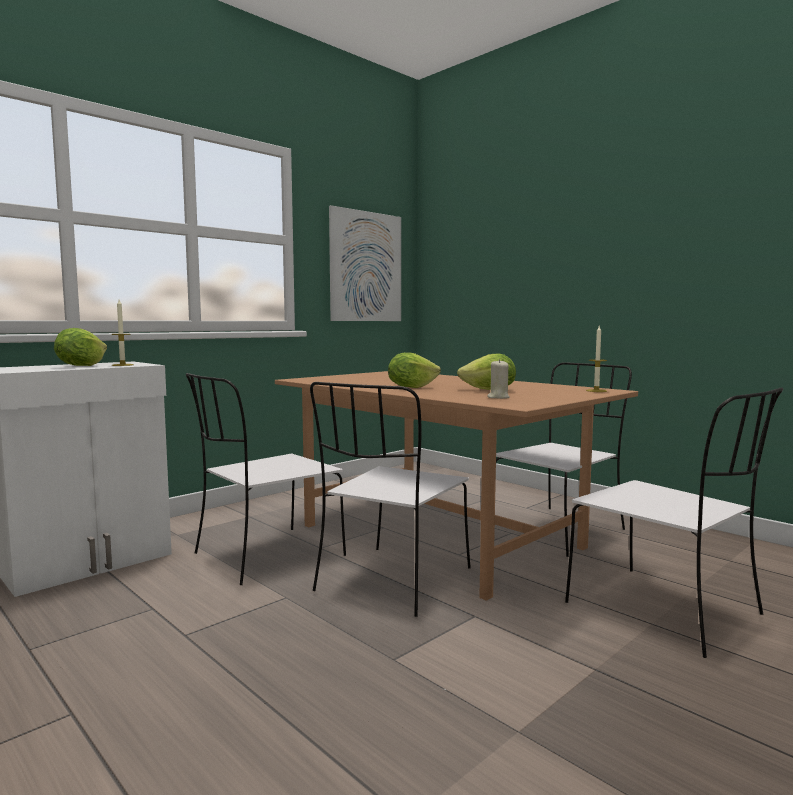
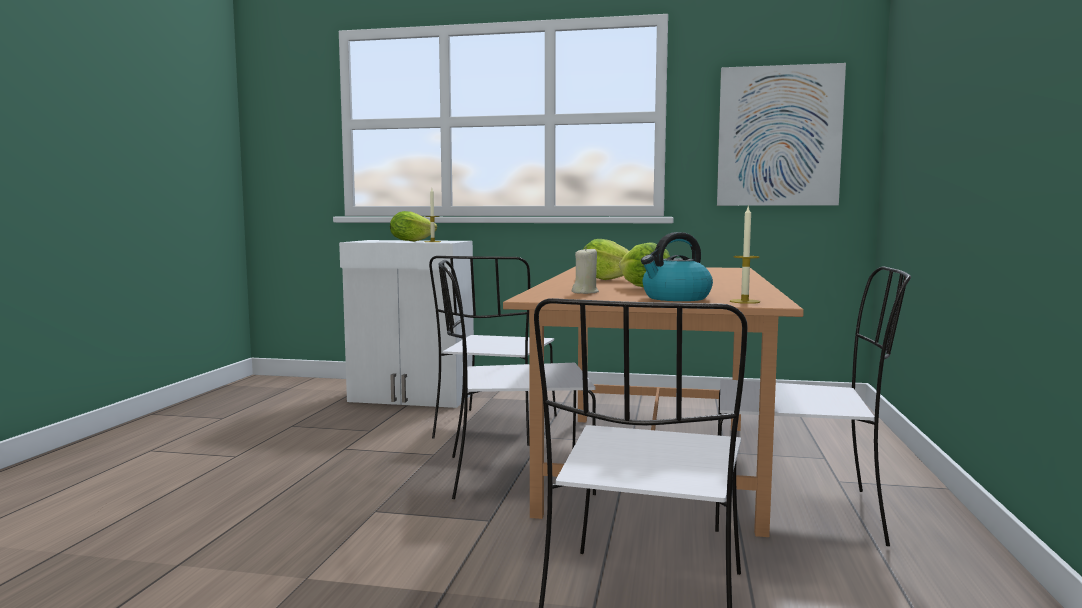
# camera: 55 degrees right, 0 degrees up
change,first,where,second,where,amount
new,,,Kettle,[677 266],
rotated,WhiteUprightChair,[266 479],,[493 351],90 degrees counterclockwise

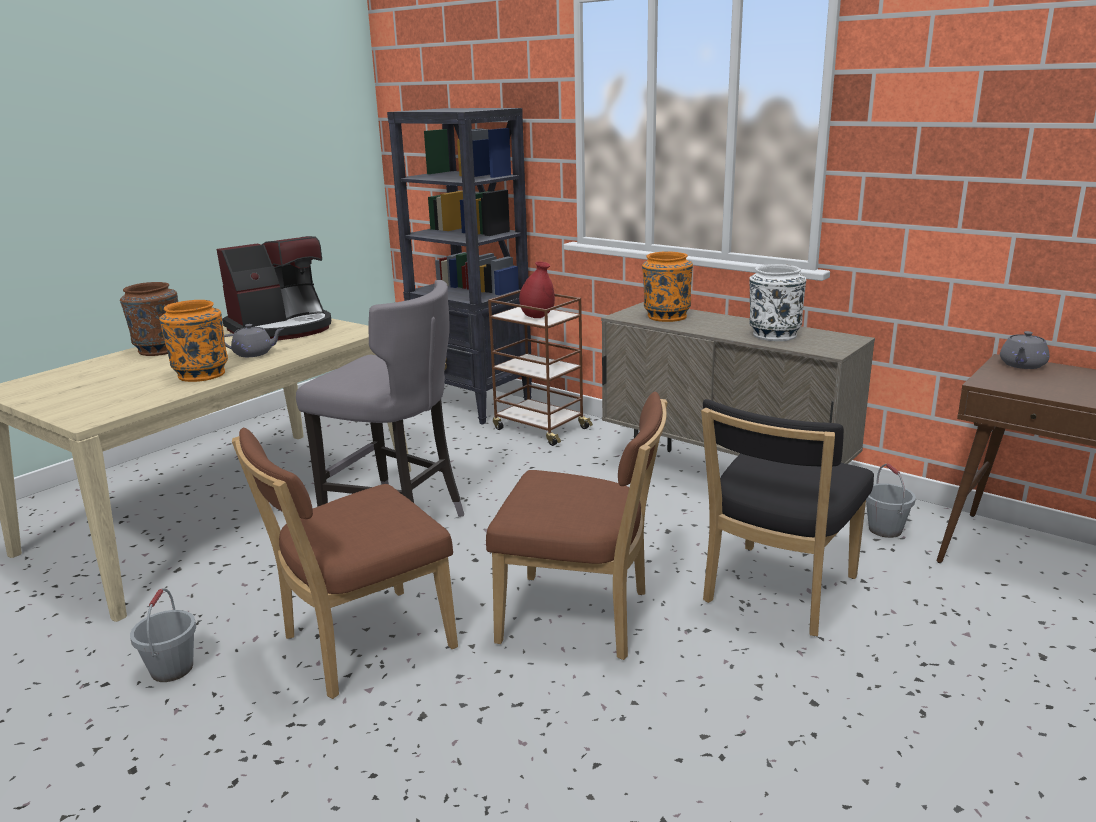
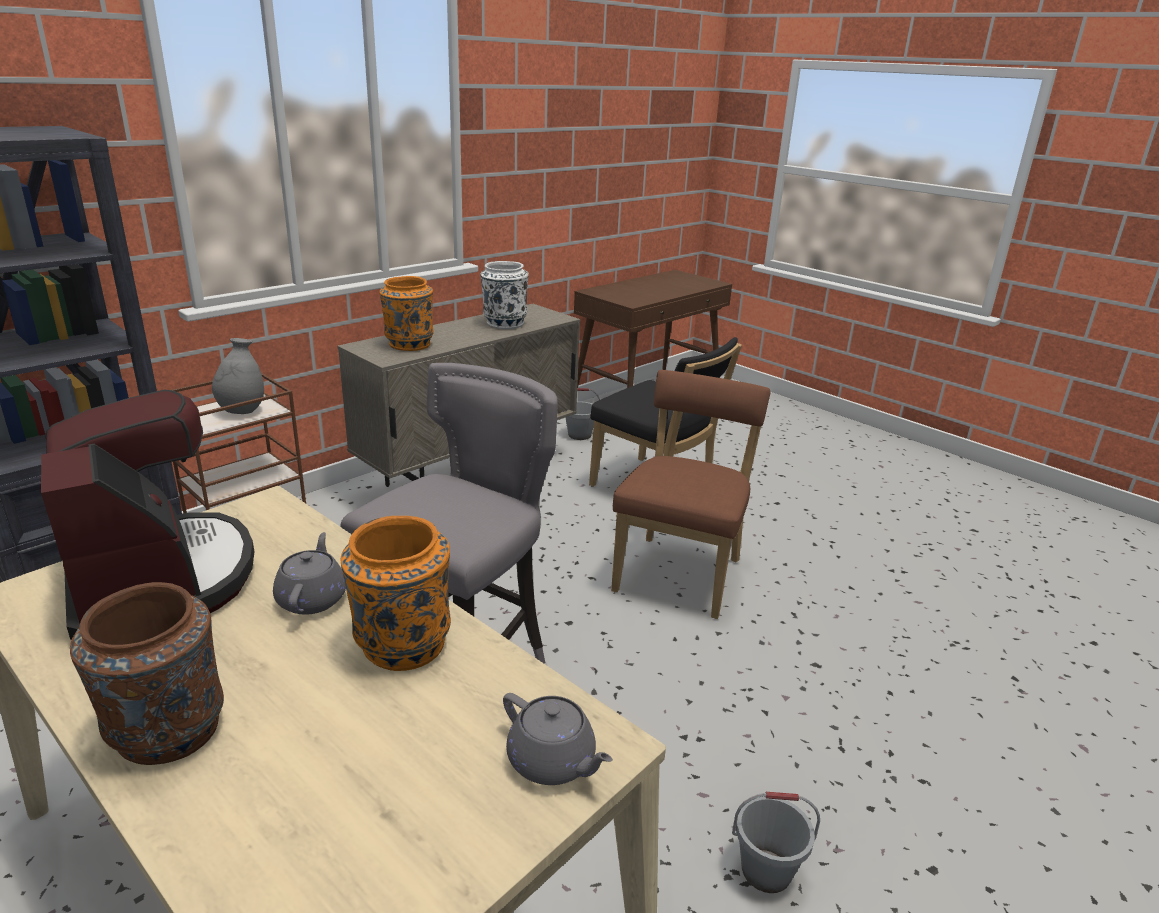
# camera: 85 degrees left, 5 degrees up
change,first,where,second,where,amount
gone,BrownColouredUprightChair,[345 563],,,
shifted,GrayTeapot,[1025 350],,[558 739],
repainted,RedColouredDecorativeVase,[537 289],GrayDecorativeVase,[238 376],

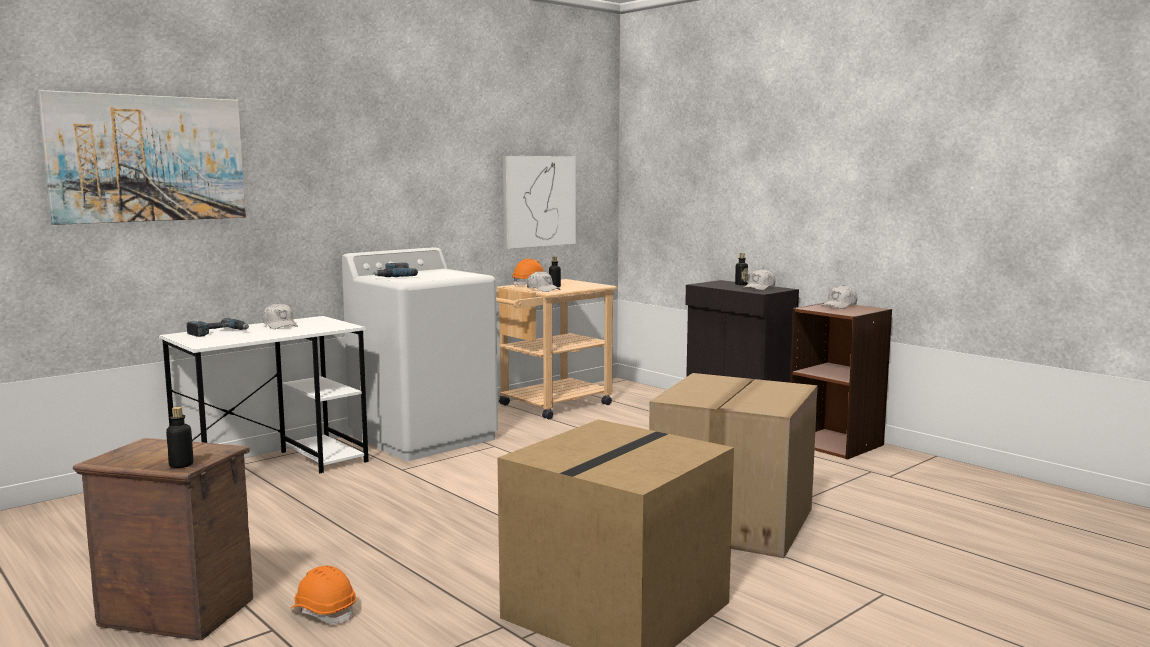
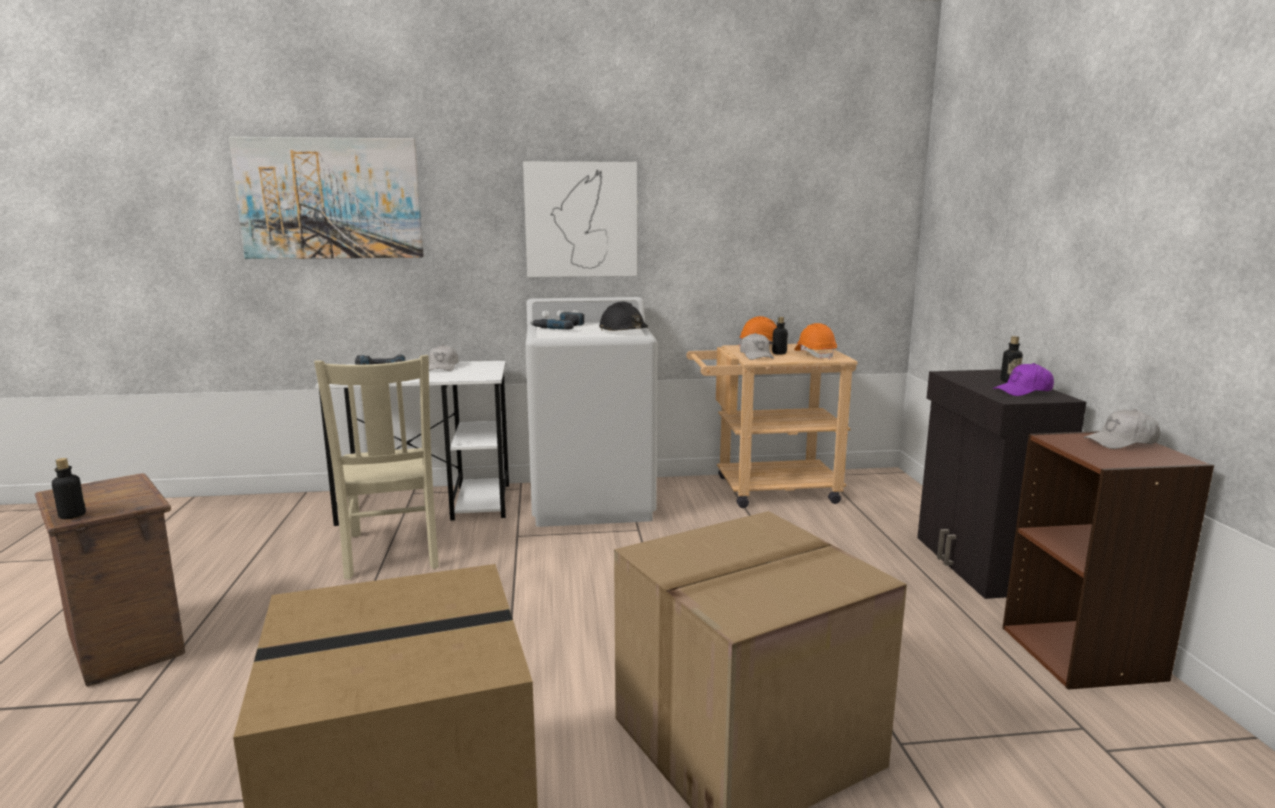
# camera: 35 degrees right, 5 degrees up
change,first,where,second,where,amount
new,,,SandColouredUprightChair,[376 467],
new,,,BlackishSafetyHelmet,[623 316],
shifted,OrangeColouredSafetyHelmet,[323 595],,[815 341],
shifted,WallPicture,[539 202],,[580 219],
repainted,WhiteCap,[759 279],PurplishCap,[1023 379],

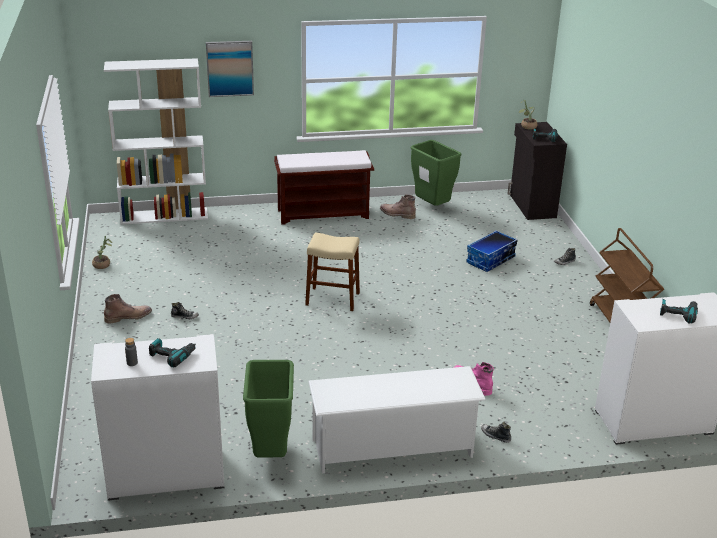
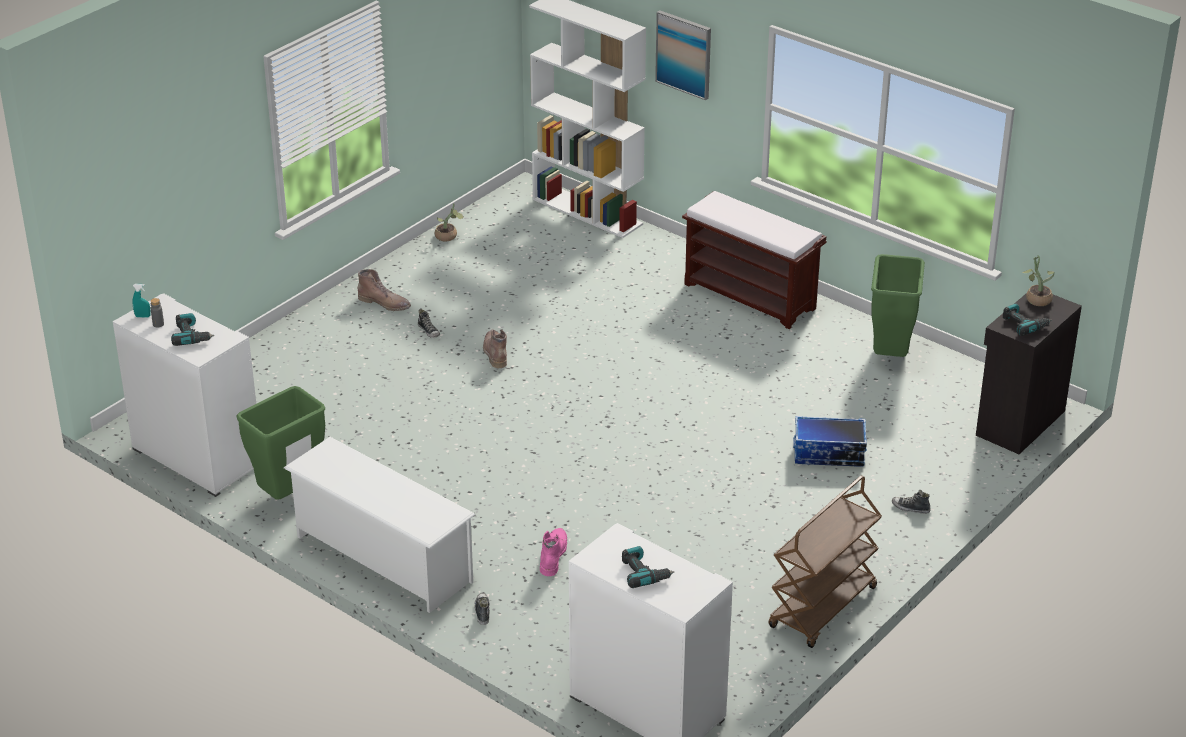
# camera: 50 degrees right, 5 degrees up
change,first,where,second,where,amount
gone,SandColouredStoolSeat,[332 271],,,
new,,,TurquoiseColouredSprayer,[141 301],
shifted,BrownColouredBoot,[398 207],,[495 349],

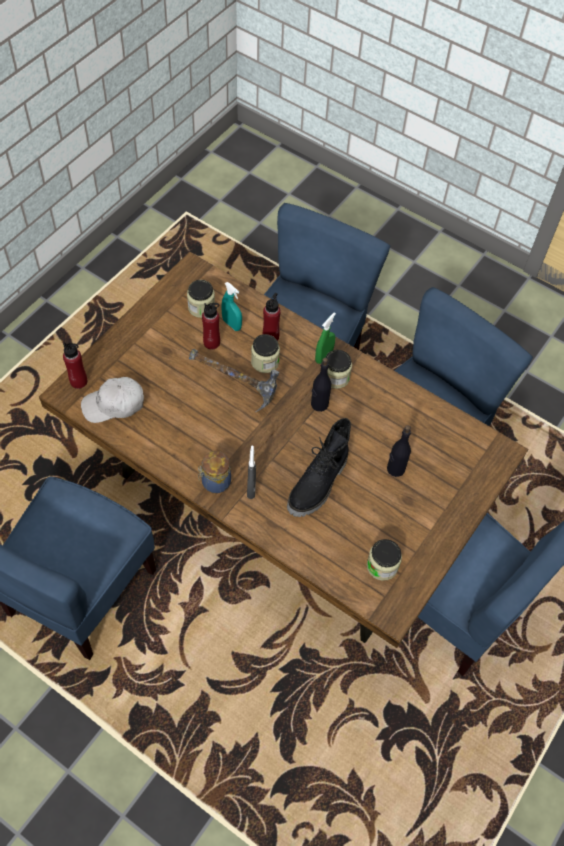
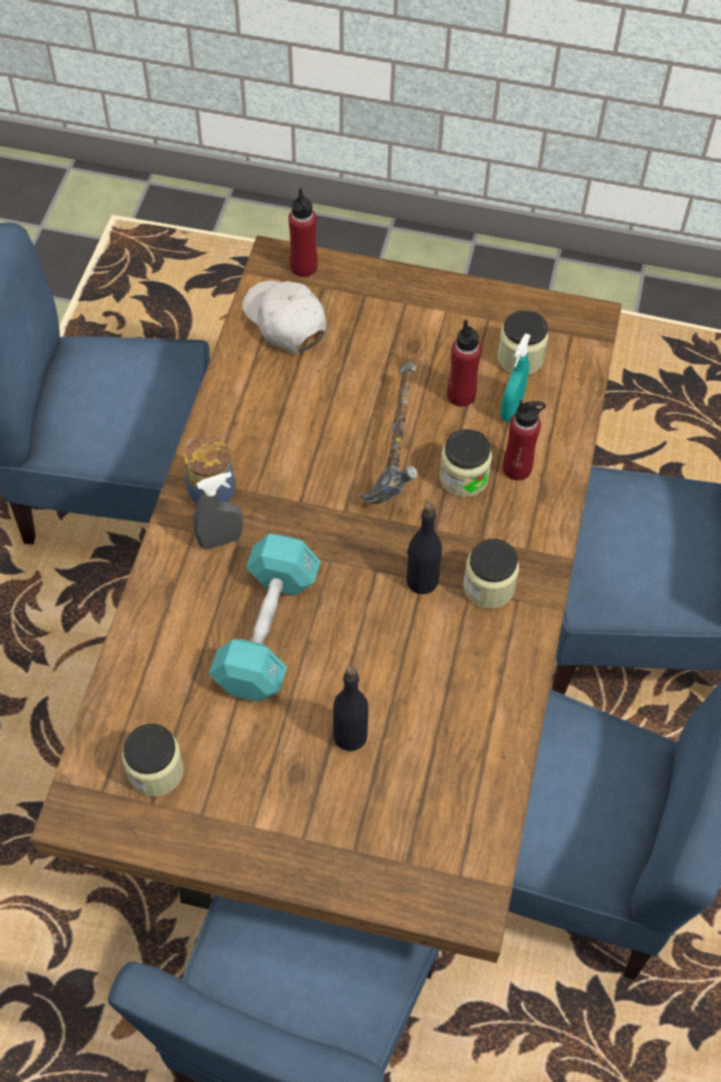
# camera: 70 degrees right, 0 degrees up
change,first,where,second,where,amount
gone,GreenishSprayer,[325 338],,,
swapped,BlackishBoot,[319 467],TurquoiseColouredHandWeight,[265 617],

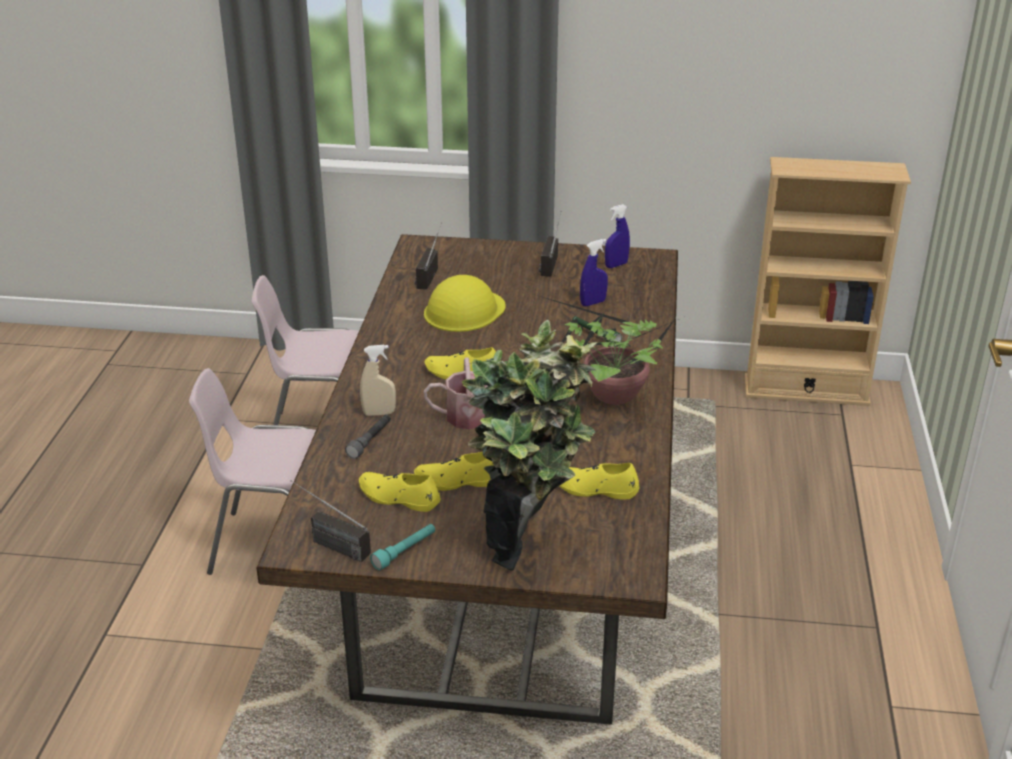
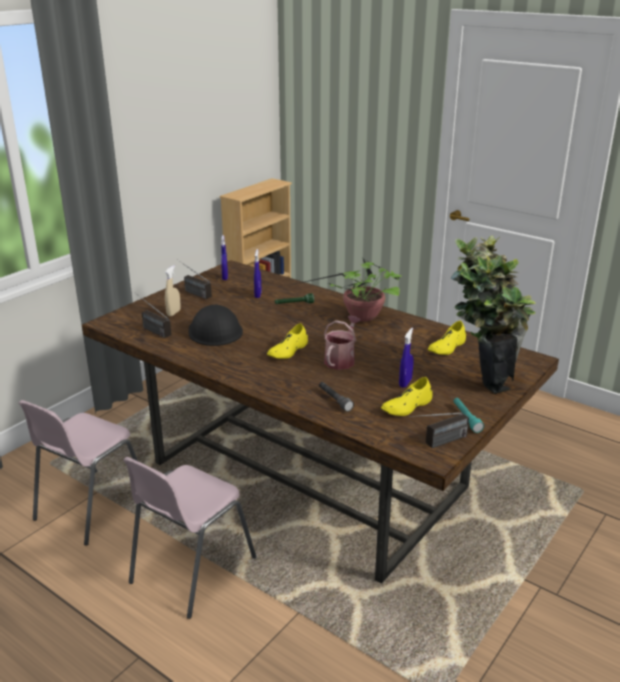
# camera: 60 degrees left, 5 degrees down
change,first,where,second,where,amount
shifted,SandColouredSprayer,[378 380],,[173 290],
swapped,YellowishItemOfFootwear,[454 471],BlueColouredSprayer,[406 358],
repainted,YellowishSafetyHelmet,[465 303],BlackishSafetyHelmet,[216 325],

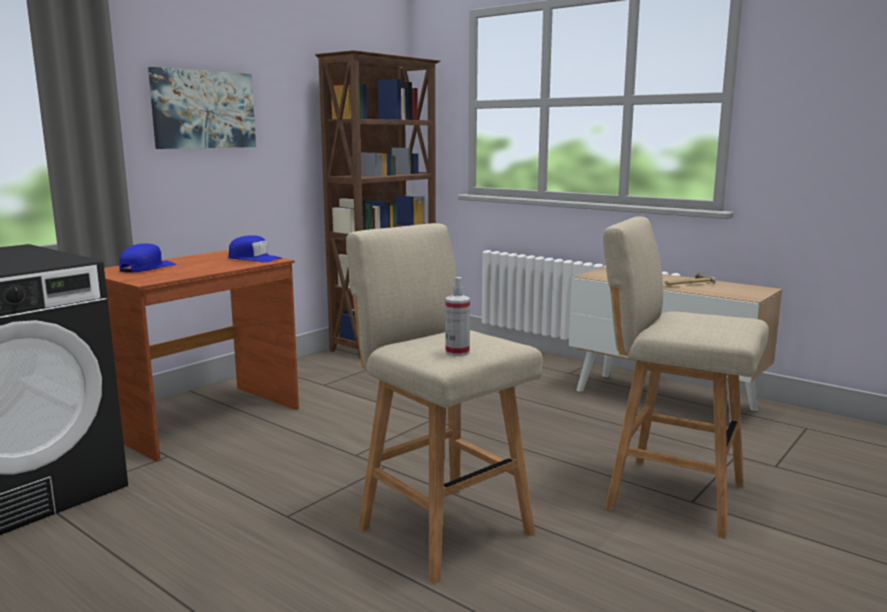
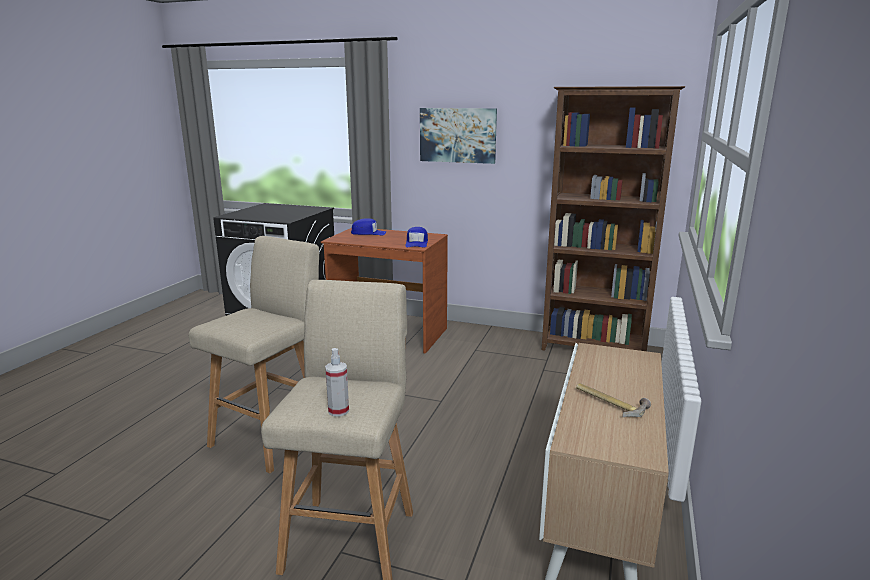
# camera: 70 degrees right, 5 degrees up
change,first,where,second,where,amount
shifted,Sprayer,[458 316],,[337 382],

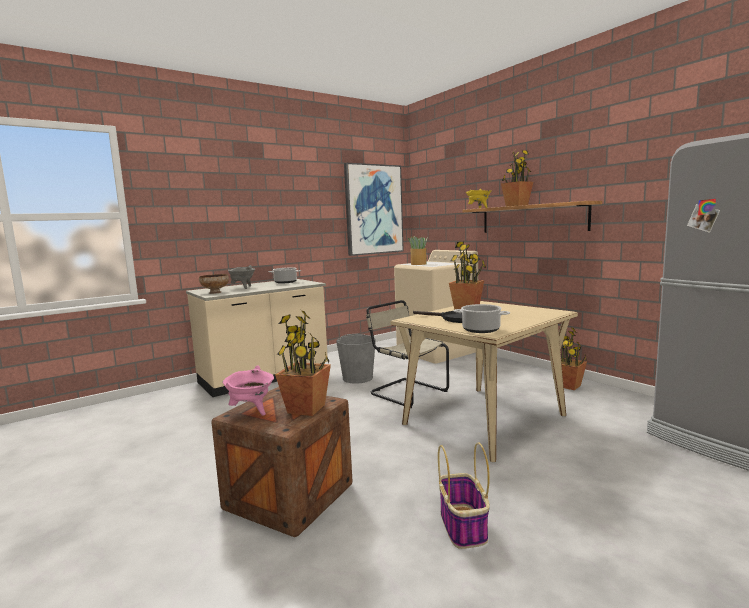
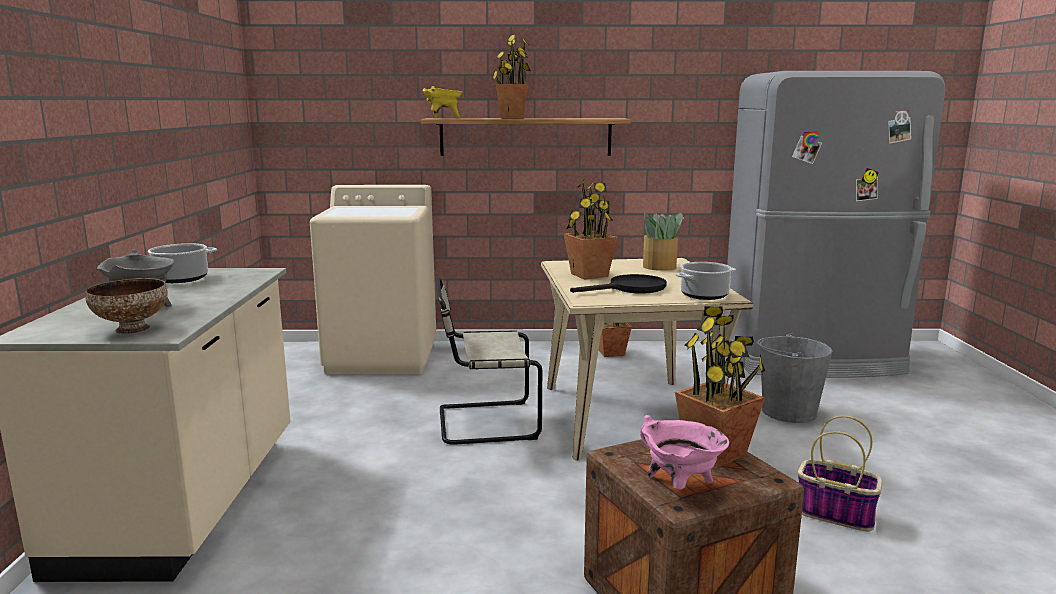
# camera: 55 degrees left, 5 degrees up
change,first,where,second,where,amount
gone,WallPicture,[374 209],,,
shifted,GrayWaterBucket,[356 359],,[794 378],
shifted,Houseplant,[418 250],,[664 242],

